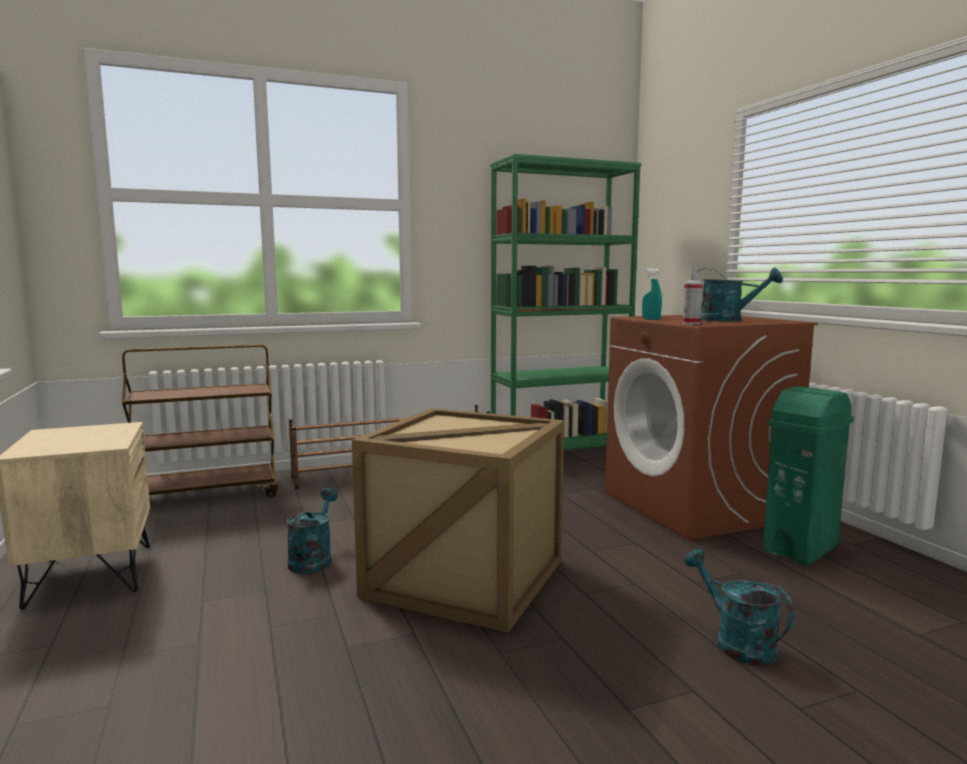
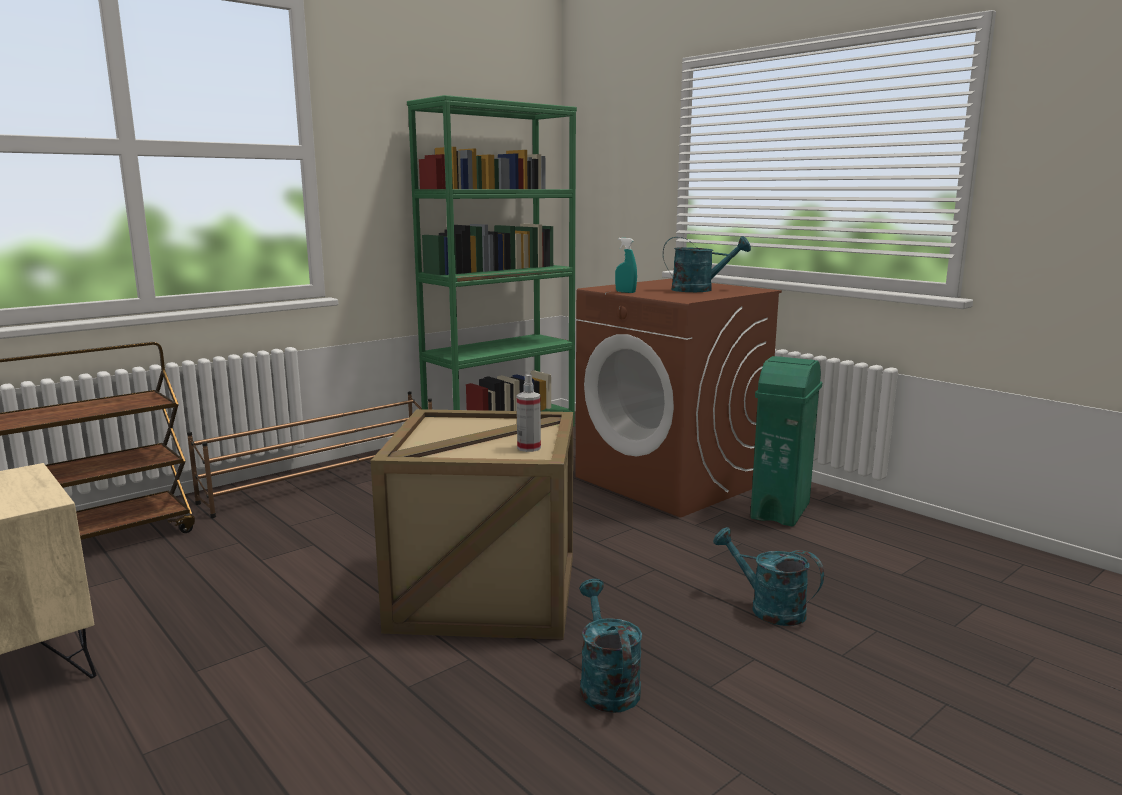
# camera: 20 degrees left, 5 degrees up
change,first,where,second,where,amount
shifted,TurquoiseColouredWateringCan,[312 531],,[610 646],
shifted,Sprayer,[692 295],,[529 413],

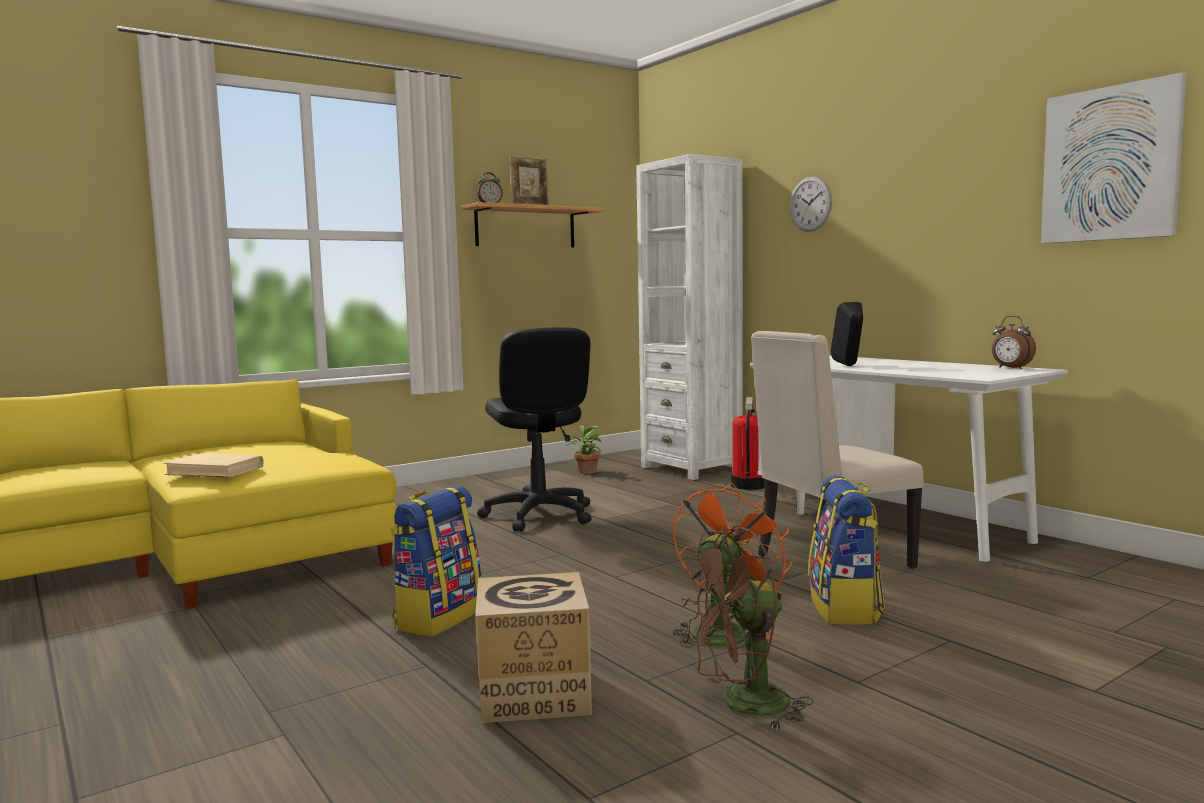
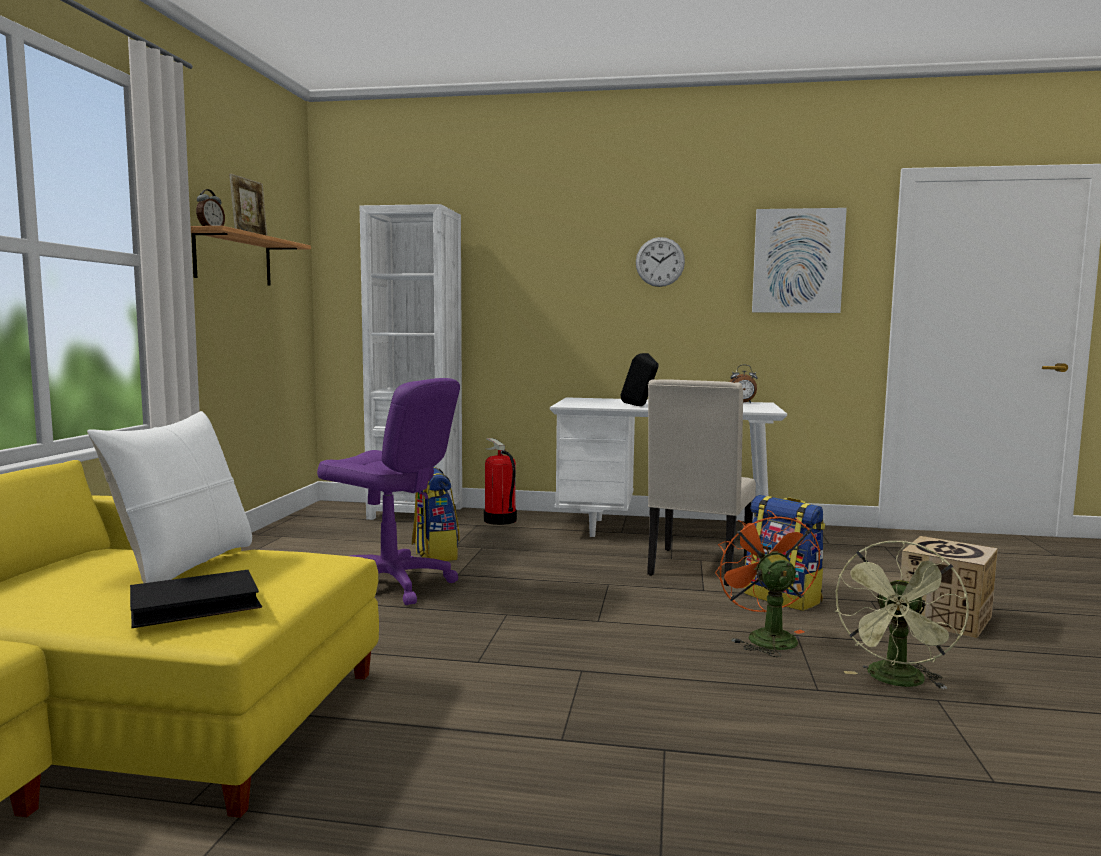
# camera: 45 degrees left, 0 degrees up
change,first,where,second,where,amount
gone,Houseplant,[584 449],,,
new,,,WhitePillow,[169 497],
shifted,Rucksack,[436 561],,[436 513],
shifted,PackingBox,[533 647],,[949 587],
shifted,HangingClock,[811 204],,[660 262],
repainted,SandColouredBook,[214 465],BlackishBook,[196 599],
repainted,BlackishDeskChair,[534 429],PurplishDeskChair,[388 491],
repainted,BrownColouredFan,[747 628],GreenishFan,[902 614],

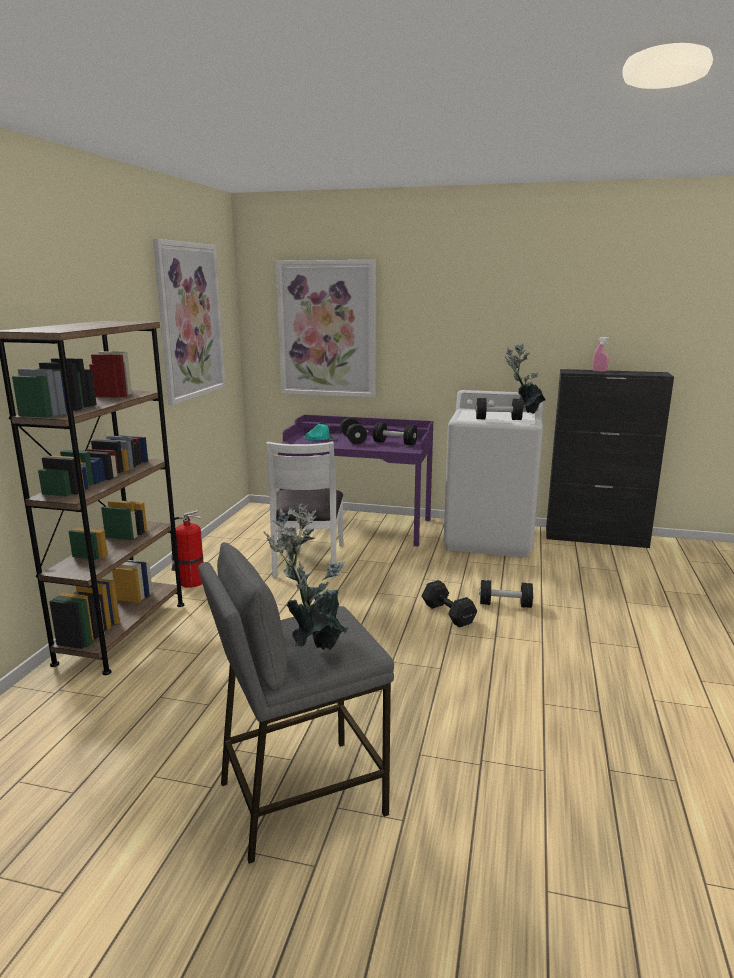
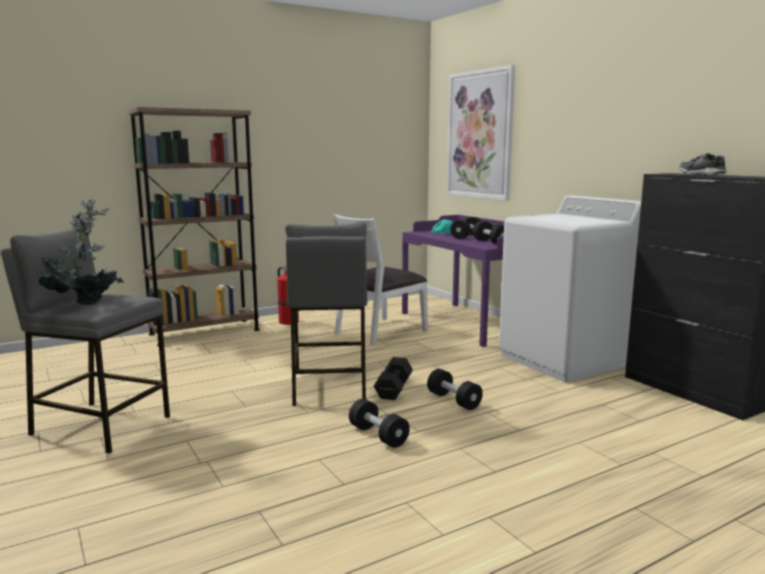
# camera: 45 degrees right, 5 degrees down
change,first,where,second,where,amount
gone,WallPicture,[189 322],,,
gone,Houseplant,[525 378],,,
new,,,GrayStoolSeat,[326 314],
shifted,BlackishHandWeight,[499 409],,[379 423],
swapped,PinkSprayer,[601 354],ItemOfFootwear,[703 164],

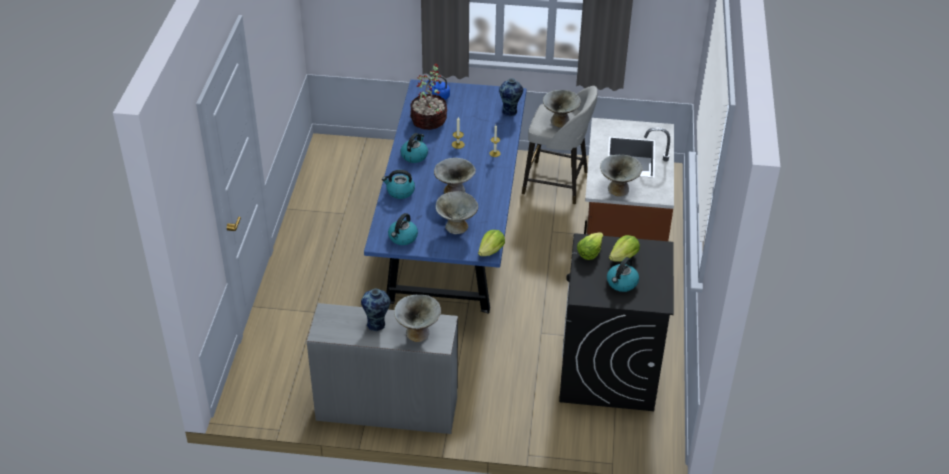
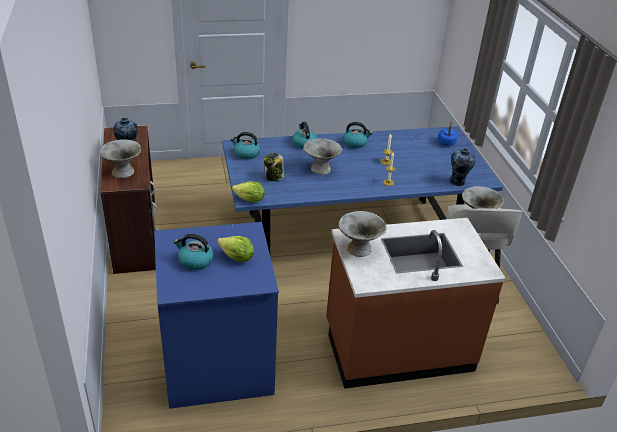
# camera: 70 degrees right, 5 degrees down
change,first,where,second,where,amount
gone,Houseplant,[428 97],,,
gone,LettuceHead,[590 246],,,
swapped,GrayServingBowl,[457 212],Jar,[274 167],
repainted,GrayDeskUnit,[382 368],BrownColouredDeskUnit,[129 199],
repainted,BlackishWashingMachine,[616 322],BlueColouredWashingMachine,[216 315],

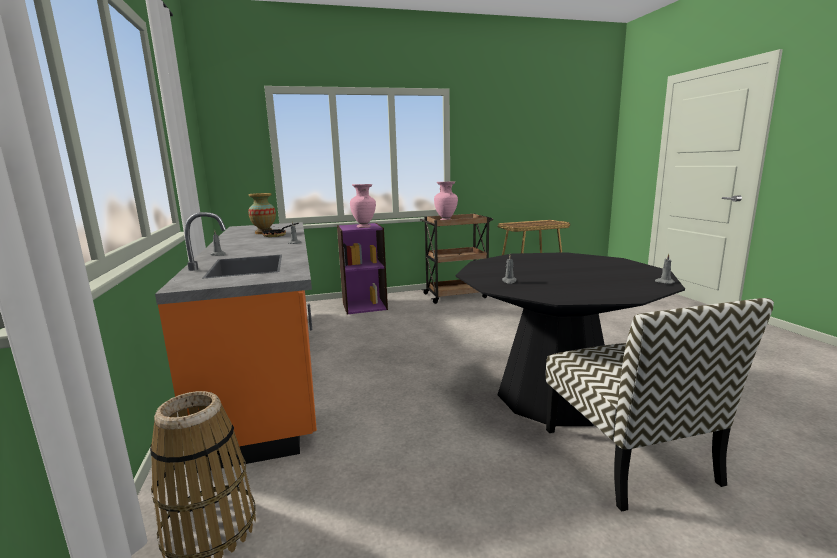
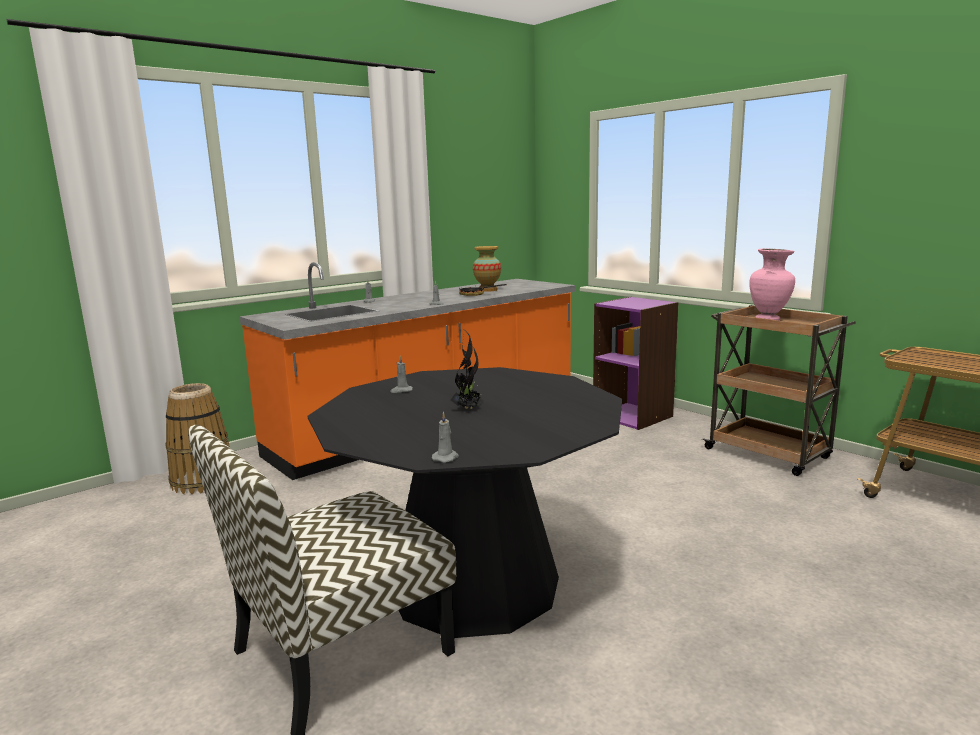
# camera: 65 degrees right, 0 degrees up
change,first,where,second,where,amount
gone,PinkDecorativeVase,[363 206],,,
new,,,Houseplant,[466 370],

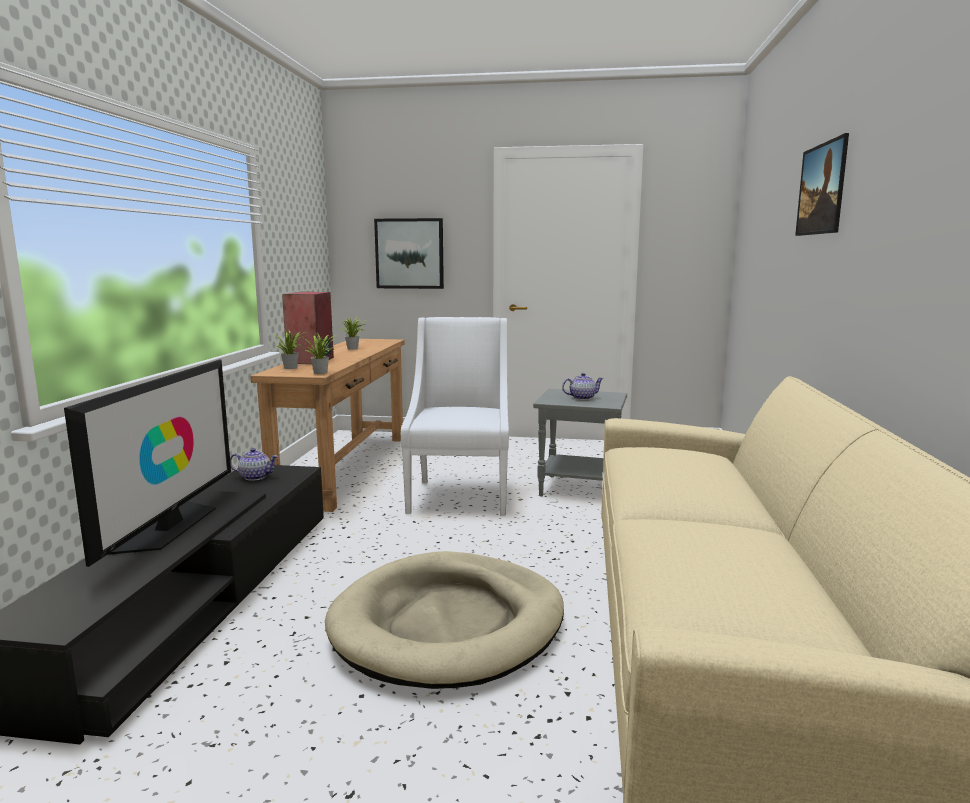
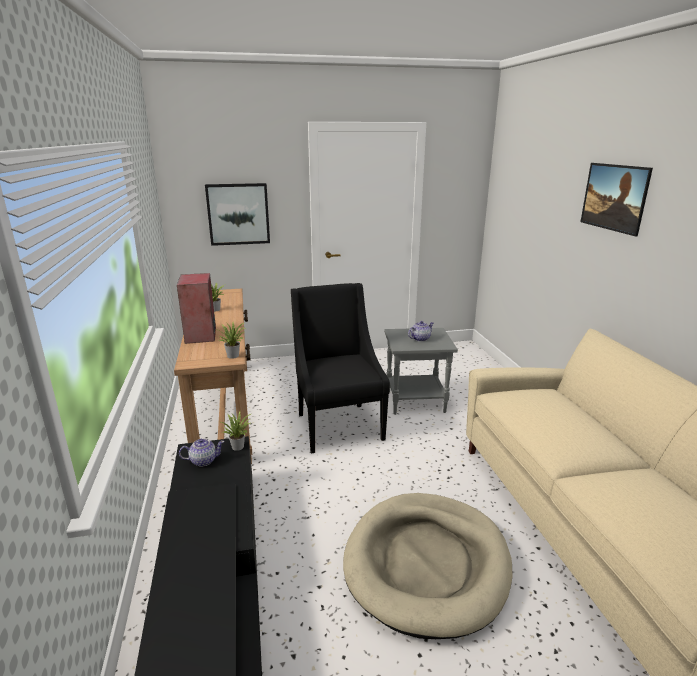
# camera: 20 degrees left, 10 degrees up
change,first,where,second,where,amount
gone,Tv,[147 463],,,
shifted,Houseplant,[290 349],,[236 431],
repainted,WhiteEasyChair,[455 416],BlackishEasyChair,[340 368],

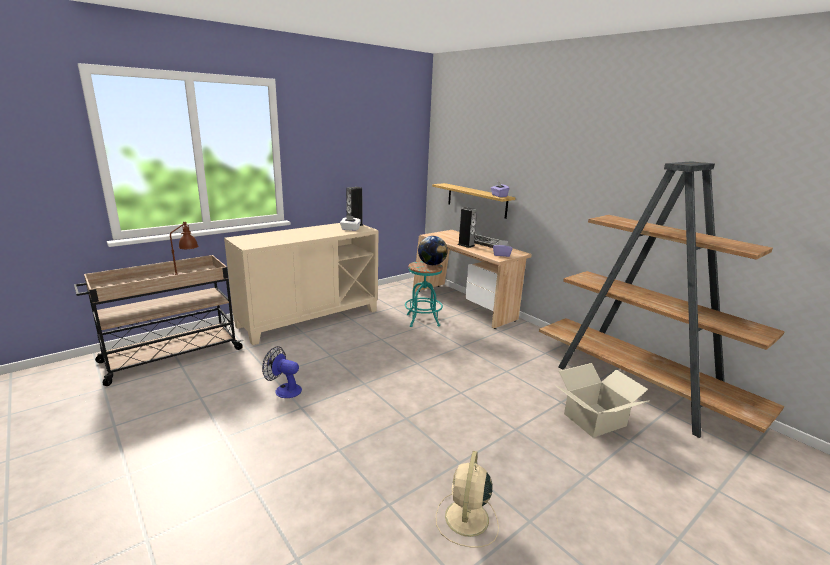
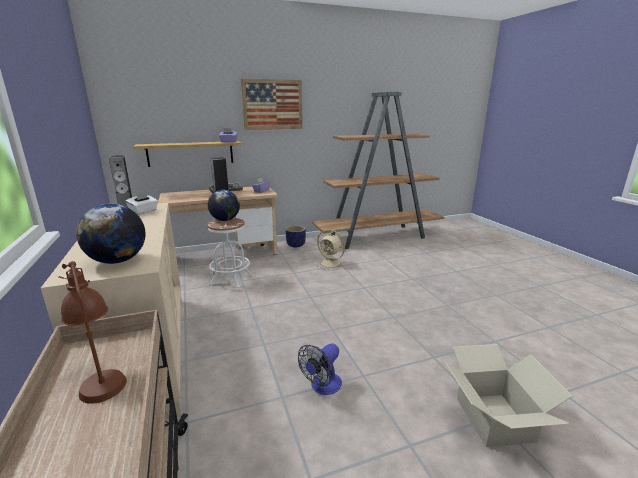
# camera: 70 degrees left, 0 degrees up
change,first,where,second,where,amount
new,,,WorldGlobe,[111 234],
new,,,WallPicture,[272 104],
new,,,Planter,[296 236],
shifted,SandColouredFan,[467 499],,[331 249],
shifted,PackingBox,[603 400],,[508 395],
repainted,TurquoiseColouredStoolSeat,[424 294],WhiteStoolSeat,[229 253],

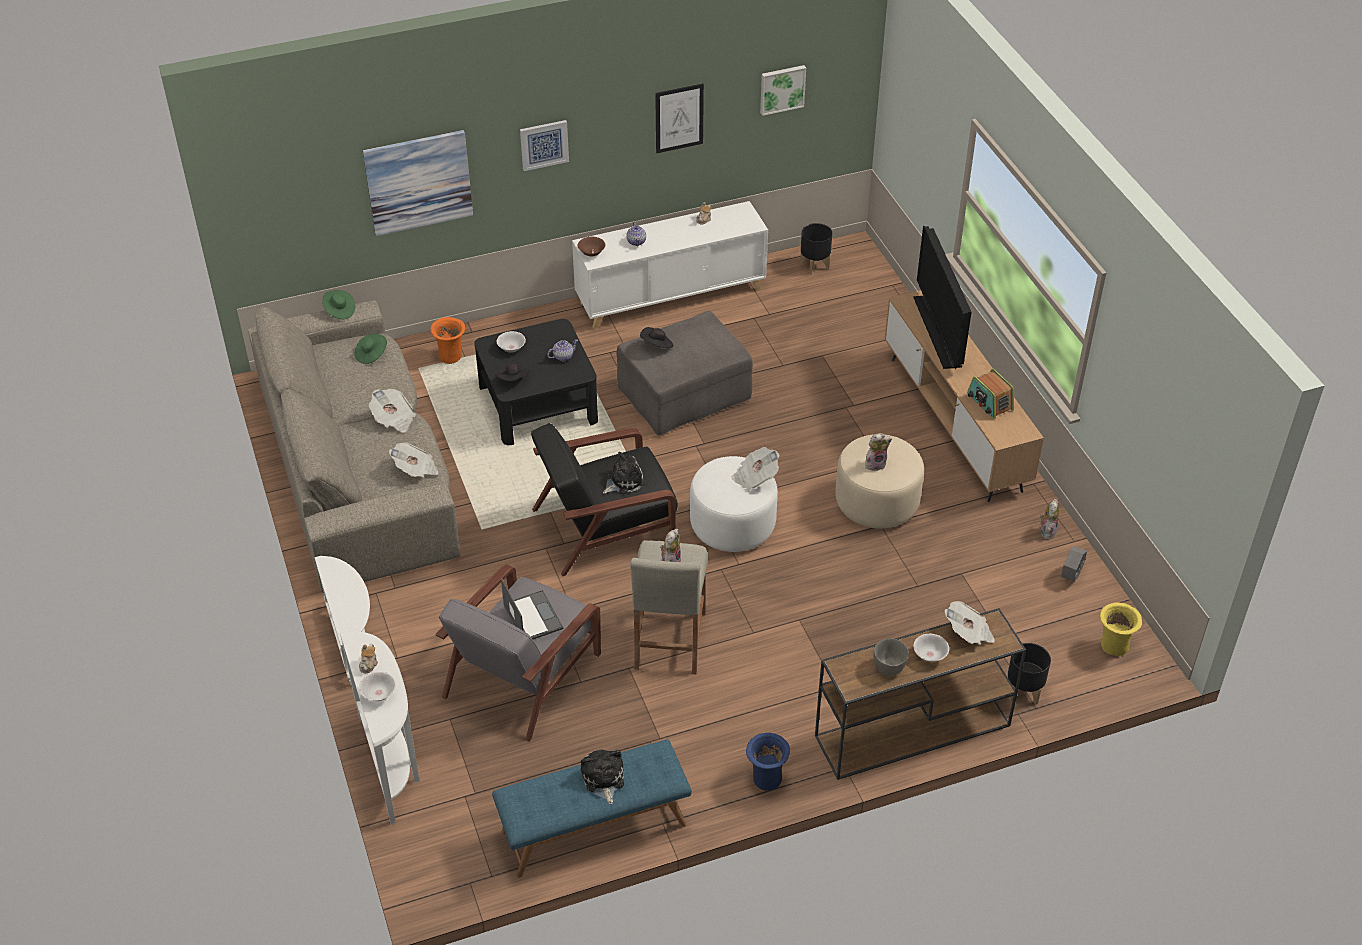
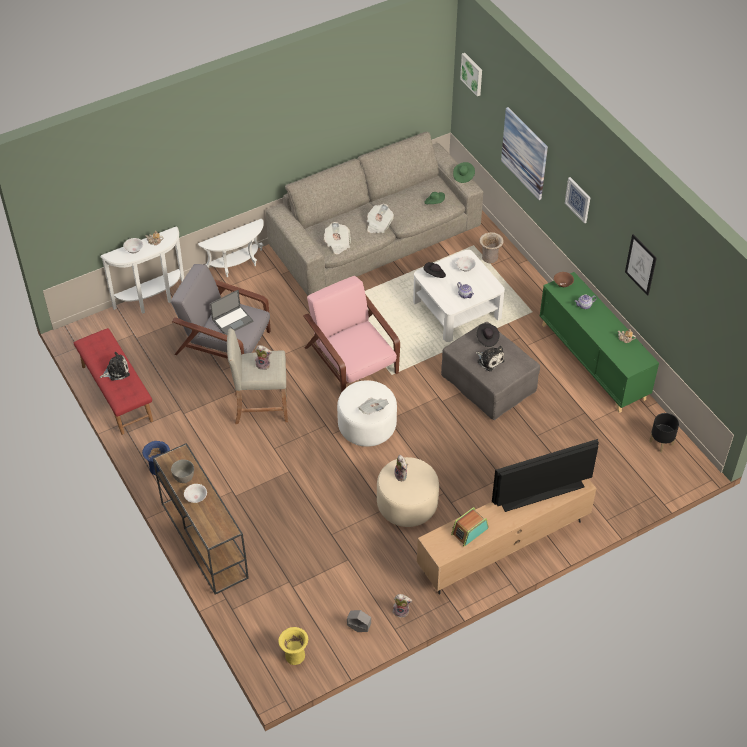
# camera: 80 degrees right, 5 degrees up
change,first,where,second,where,amount
gone,Newspaper,[970 623],,,
gone,BlackishPlanter,[1029 673],,,
shifted,SoftToy,[624 473],,[490 359],
shifted,WallPicture,[783 90],,[471 74],
repainted,OrangeColouredDecorativeVase,[448 340],SandColouredDecorativeVase,[491 247],
repainted,BlackishCoffeeTable,[536 382],WhiteCoffeeTable,[459 296],
repainted,BlueColouredBench,[592 808],RedColouredBench,[113 381],
repainted,BlackishEasyChair,[604 499],PinkEasyChair,[351 334],
repainted,WhiteCabinet,[670 265],GreenishCabinet,[599 342],

